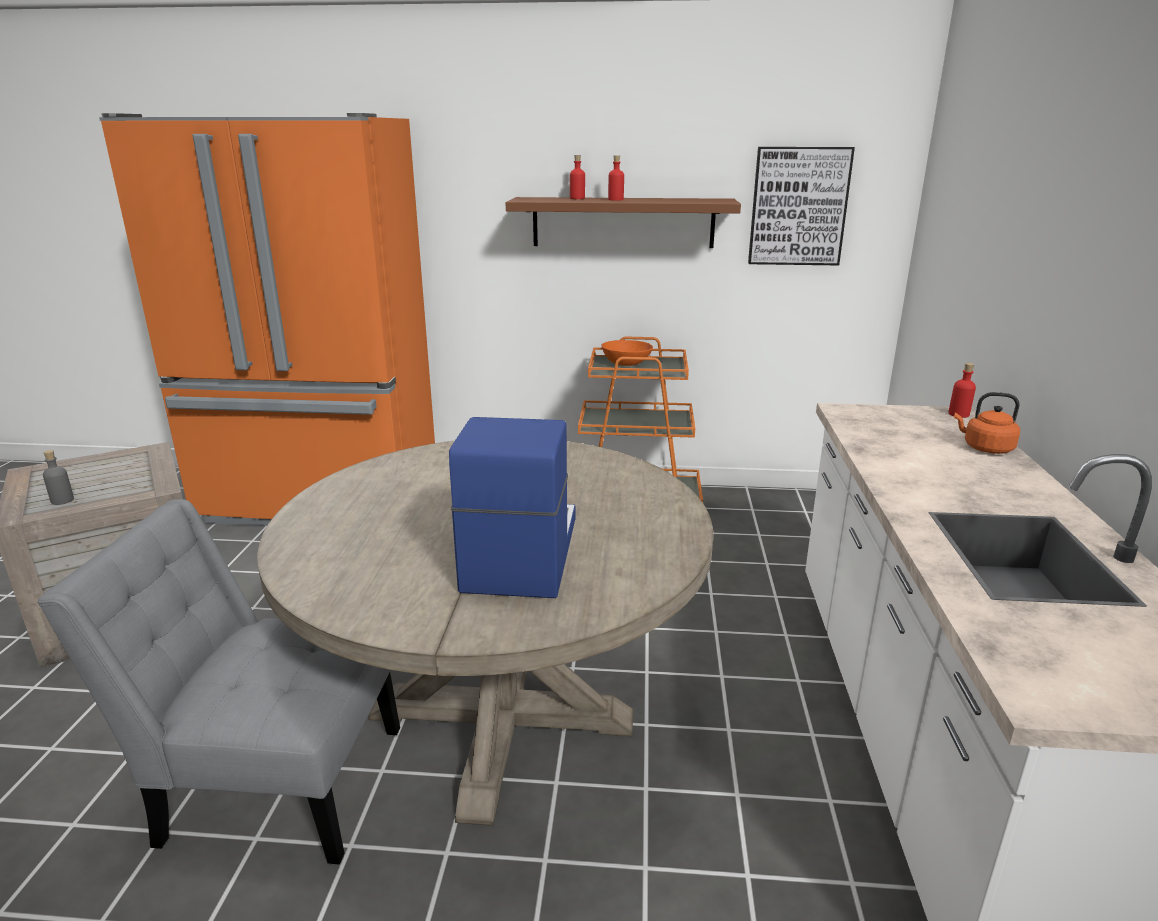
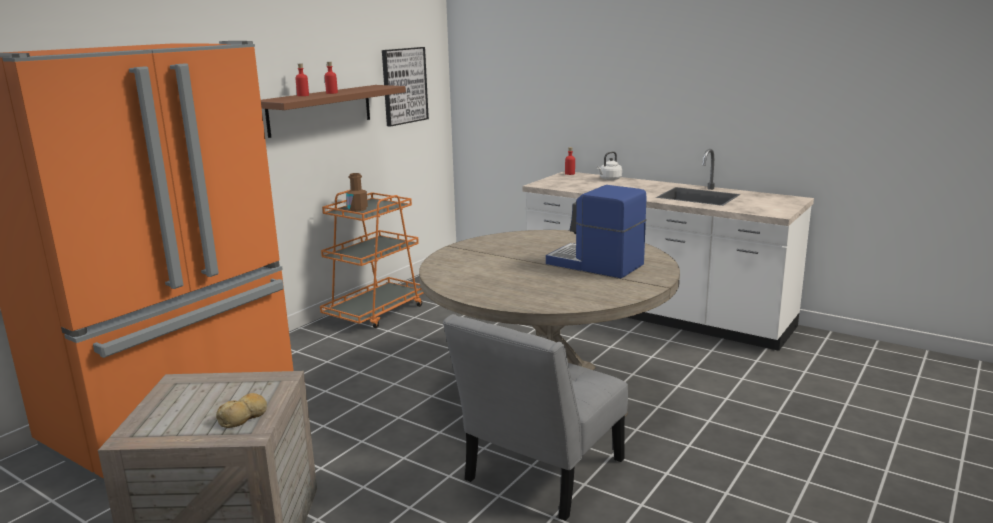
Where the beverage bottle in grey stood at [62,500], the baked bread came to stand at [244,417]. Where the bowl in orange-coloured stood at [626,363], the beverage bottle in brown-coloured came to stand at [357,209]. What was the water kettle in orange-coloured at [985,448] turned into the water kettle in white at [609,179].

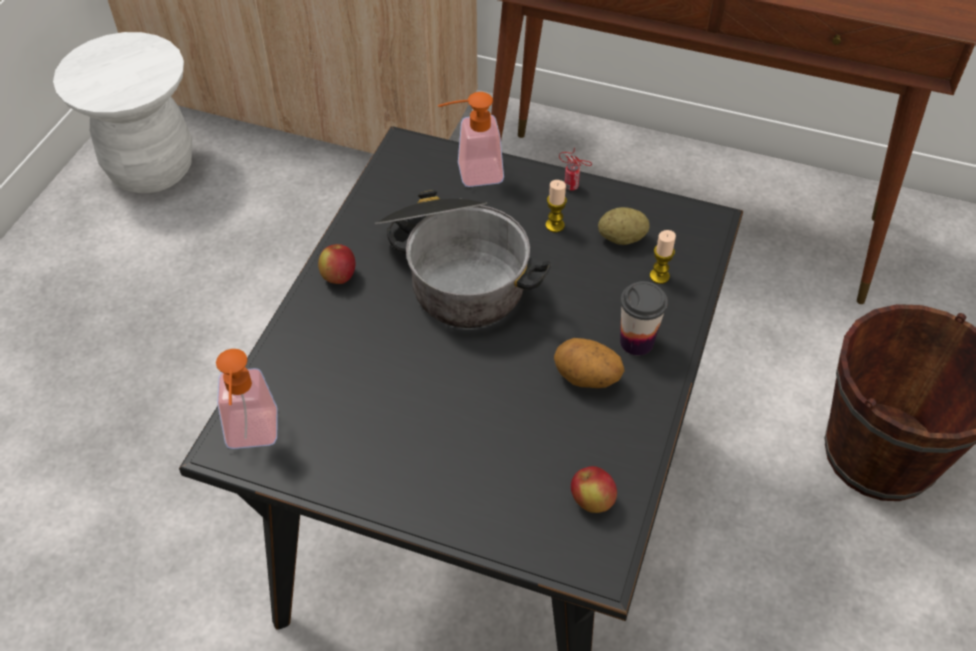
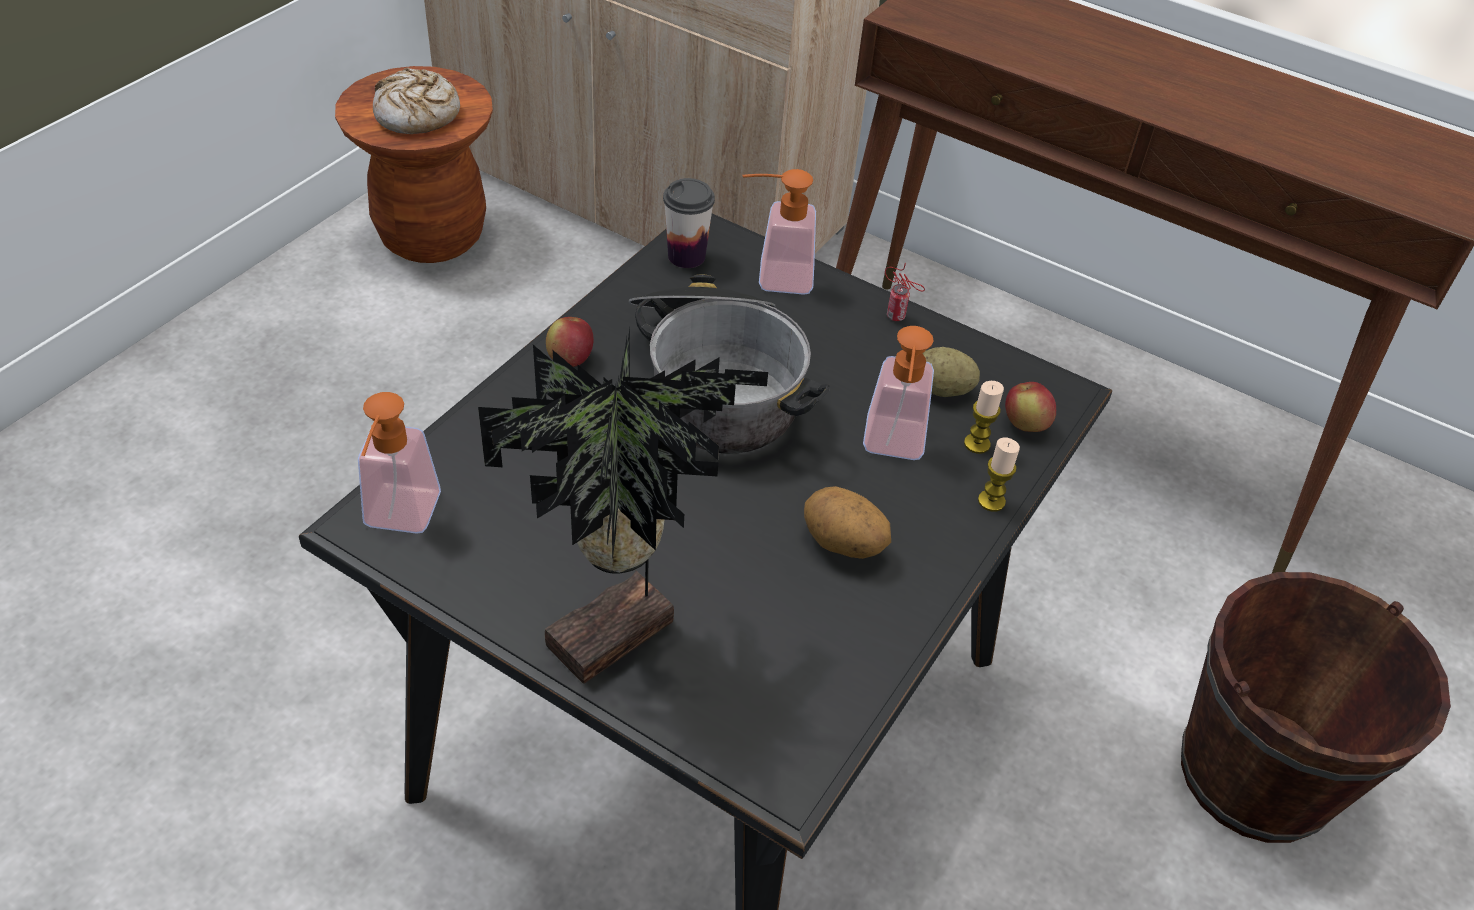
What was the sitting stool in white at [151,168] turned into the sitting stool in brown-coloured at [431,236]. The candle ended up elsewhere, having gone from [555,225] to [991,501]. The whole apple ended up elsewhere, having gone from [592,501] to [1025,425]. The drinking cup ended up elsewhere, having gone from [636,342] to [686,256]. The second view gained the baked bread at [417,114]. The second view gained the potted plant at [618,638]. The second view gained the soap bottle at [893,448].

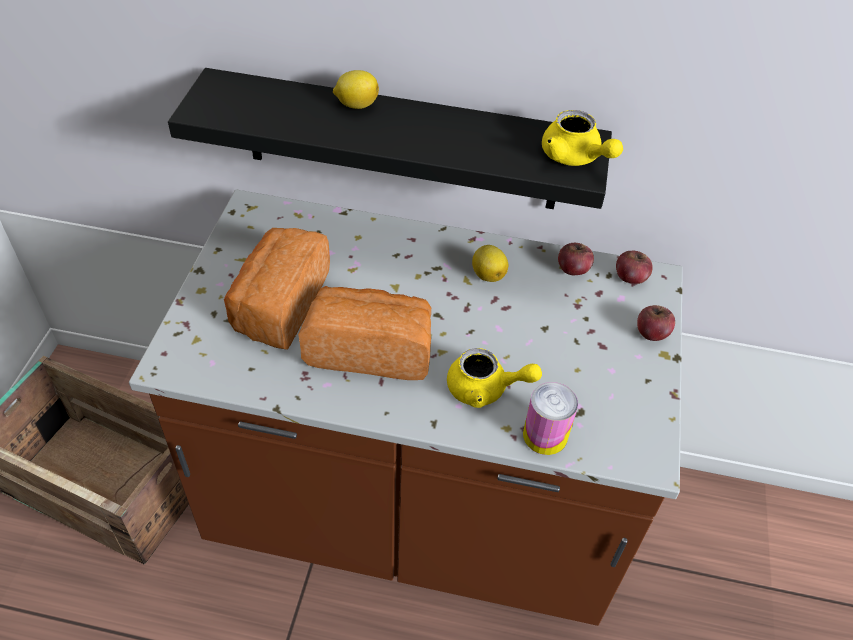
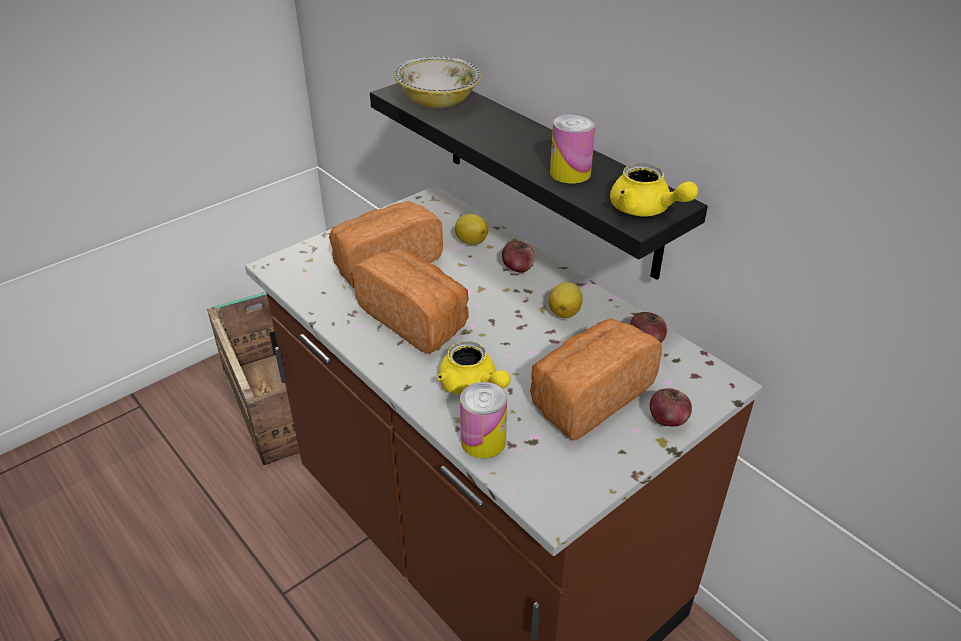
The lemon ended up elsewhere, having gone from [356,104] to [470,241]. The teapot in yellowish at [575,157] ended up facing another way, 45 degrees counterclockwise from before. The whole apple ended up elsewhere, having gone from [630,277] to [518,268]. The second view gained the bowl at [438,101]. The second view gained the baked bread at [588,396]. The second view gained the metal can at [570,173].

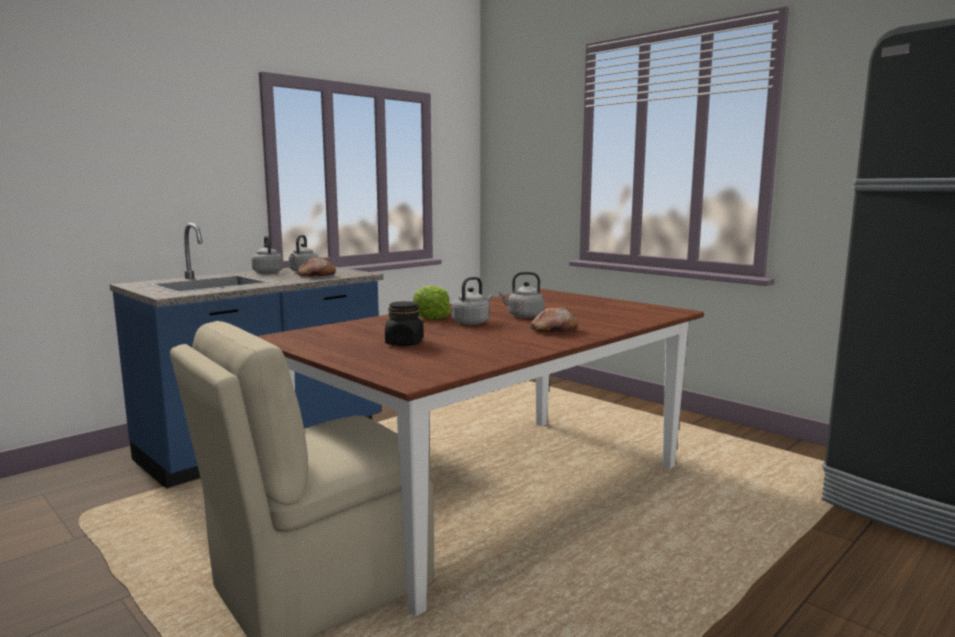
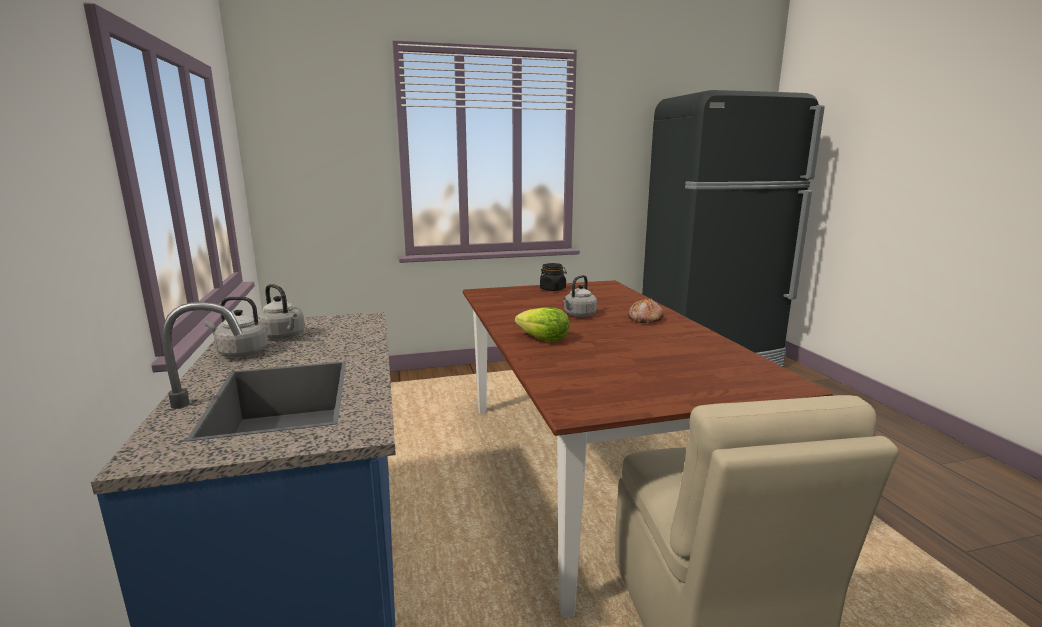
The second view lost the baked bread at [316,276]. The jar in black-coloured ended up elsewhere, having gone from [404,343] to [553,289]. The second view lost the water kettle in grey at [472,323].

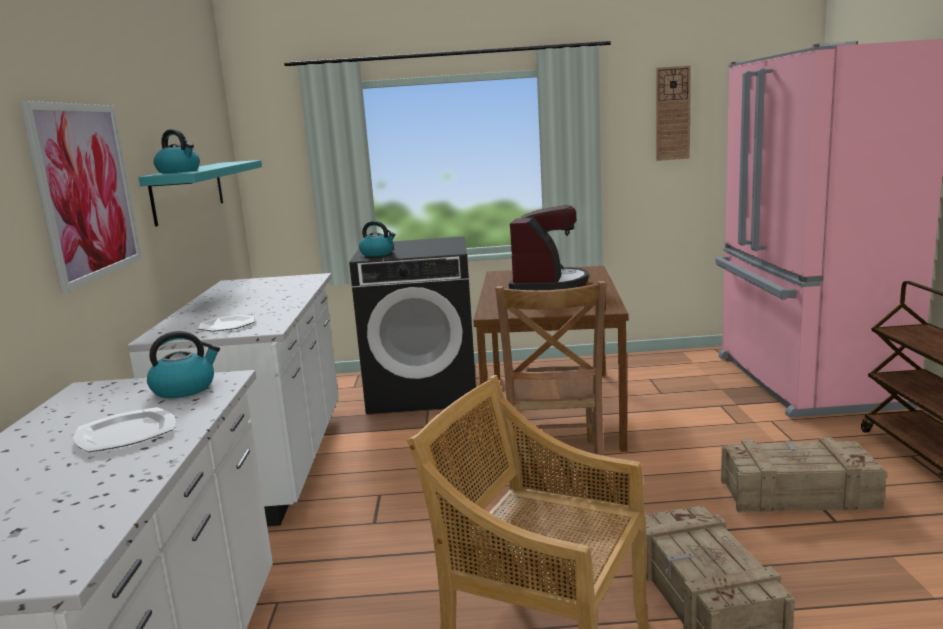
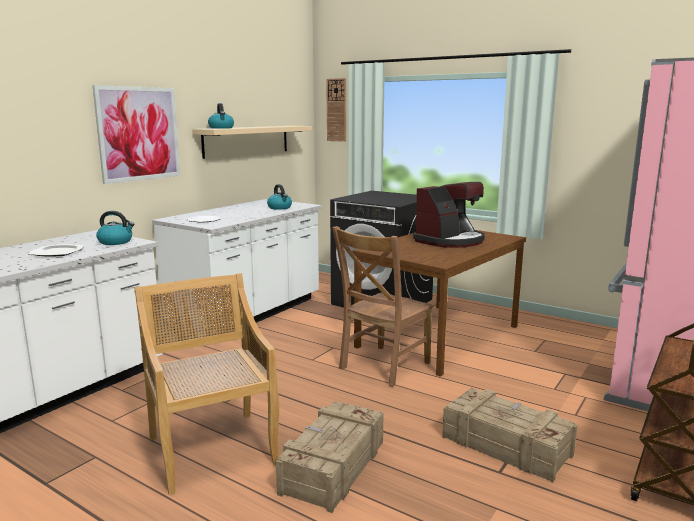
What was the wall shelf in blue-green at [189,191] turned into the wall shelf in beige-coloured at [247,140]. The water kettle ended up elsewhere, having gone from [378,253] to [280,208]. The hanging clock ended up elsewhere, having gone from [672,113] to [336,110].

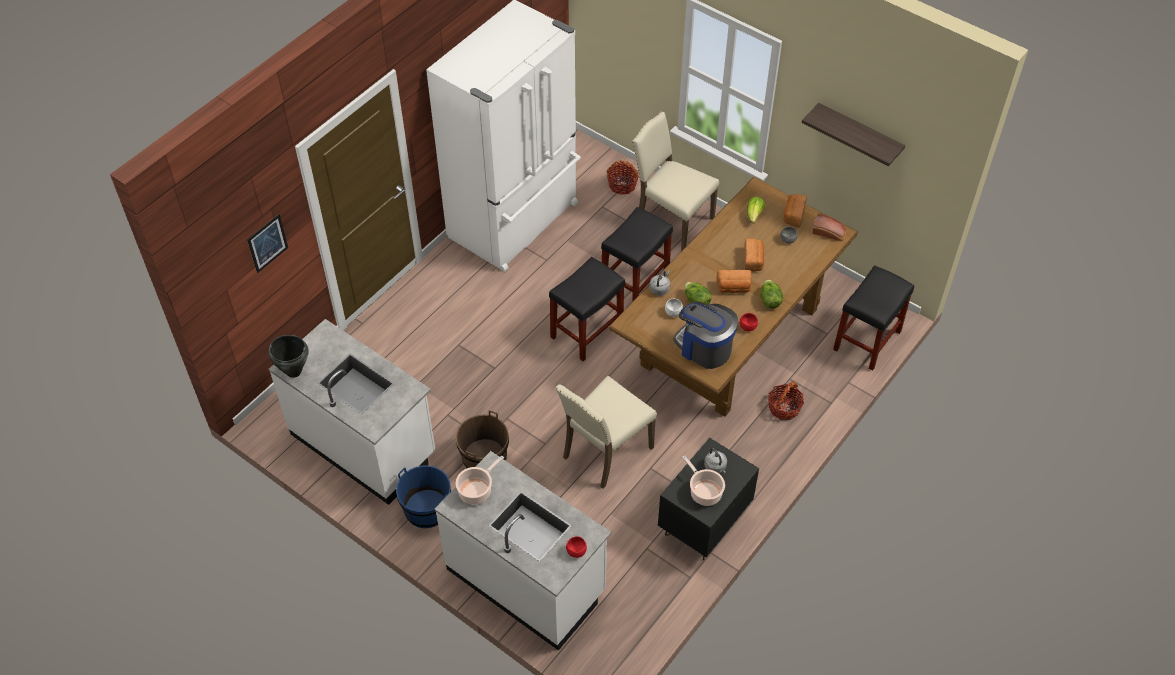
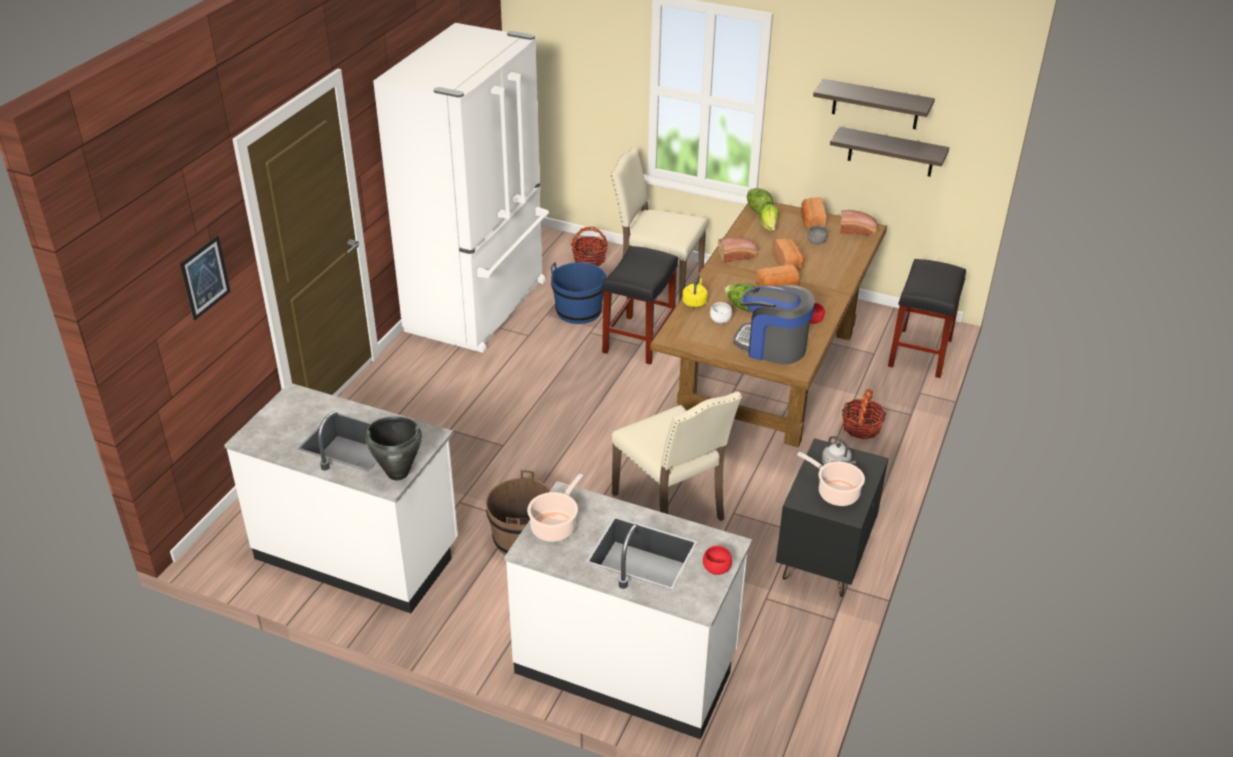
The cooking pot in black-coloured ended up elsewhere, having gone from [293,371] to [397,473]. The water bucket in blue ended up elsewhere, having gone from [427,509] to [578,311]. The second view lost the sitting stool in black-coloured at [587,331]. The chair in beige-coloured at [605,452] ended up facing another way, 60 degrees counterclockwise from before. What was the water kettle in grey at [660,288] turned into the water kettle in yellowish at [694,302]. The lettuce head ended up elsewhere, having gone from [769,300] to [757,210]. The second view gained the baked bread at [738,256]. The second view gained the wall shelf at [891,152].

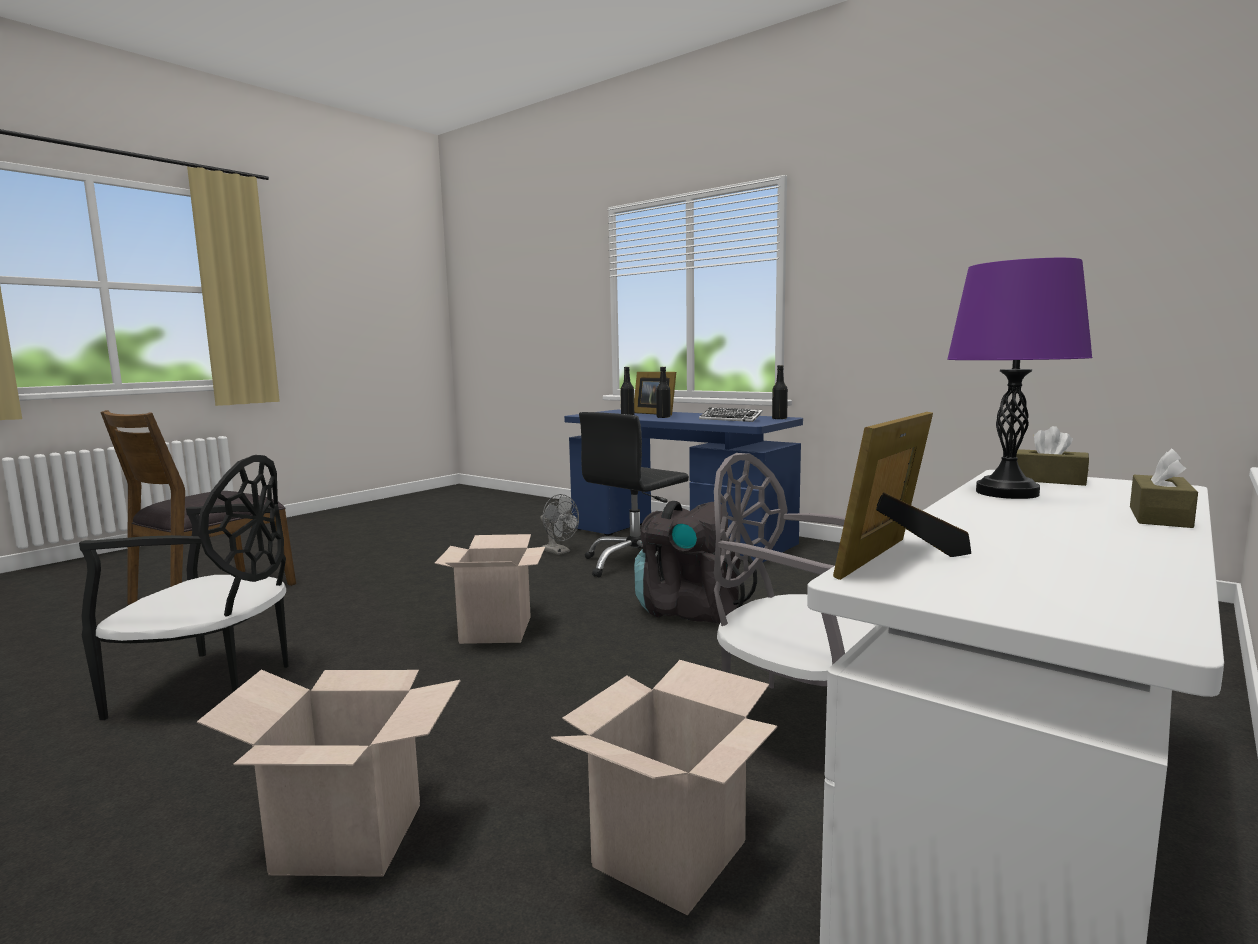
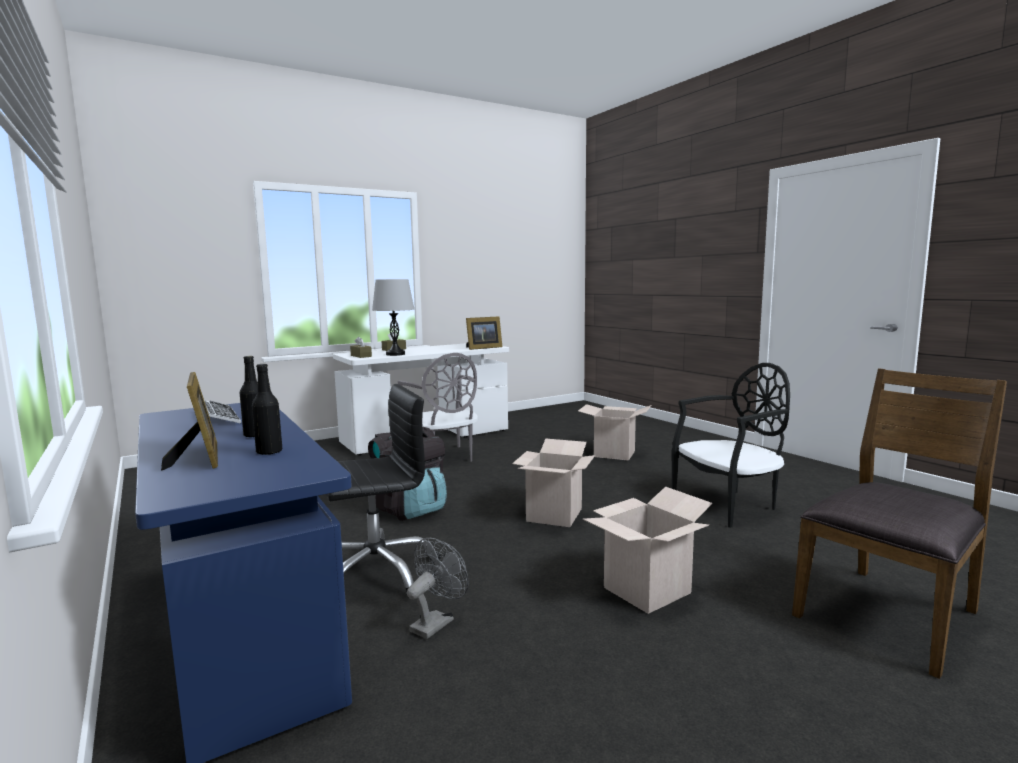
The chair in black-coloured at [212,685] ended up facing another way, 135 degrees clockwise from before. The electric fan in grey at [559,552] ended up facing another way, 60 degrees clockwise from before. The packing box ended up elsewhere, having gone from [670,854] to [646,590]. The second view lost the beverage bottle in black-coloured at [779,419]. What was the table lamp in purplish at [1007,493] turned into the table lamp in grey at [395,354].

